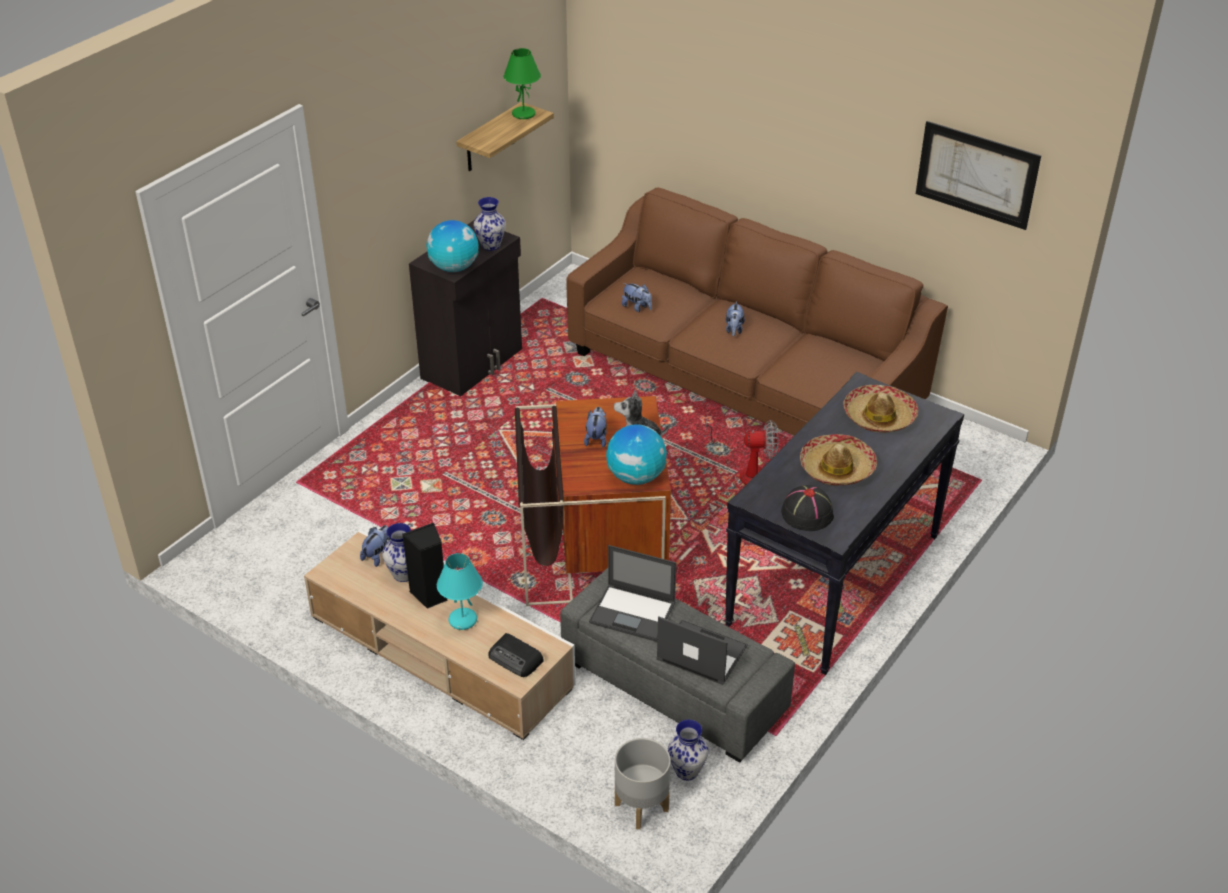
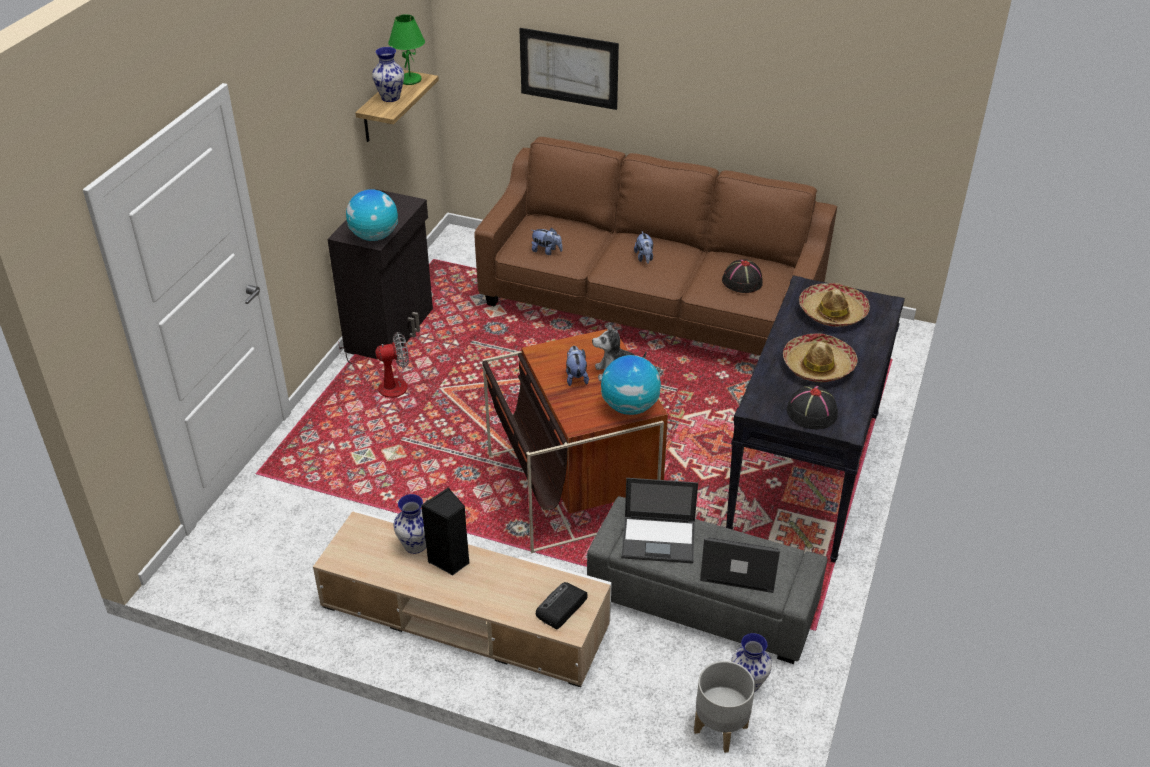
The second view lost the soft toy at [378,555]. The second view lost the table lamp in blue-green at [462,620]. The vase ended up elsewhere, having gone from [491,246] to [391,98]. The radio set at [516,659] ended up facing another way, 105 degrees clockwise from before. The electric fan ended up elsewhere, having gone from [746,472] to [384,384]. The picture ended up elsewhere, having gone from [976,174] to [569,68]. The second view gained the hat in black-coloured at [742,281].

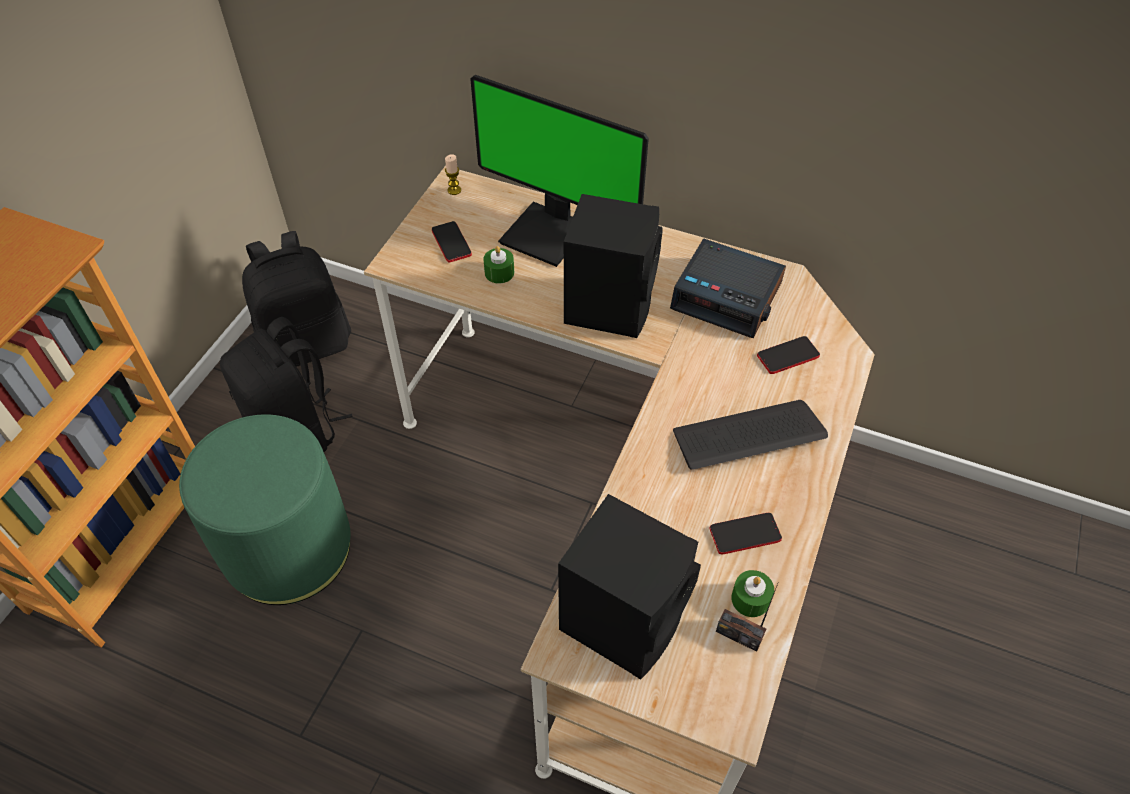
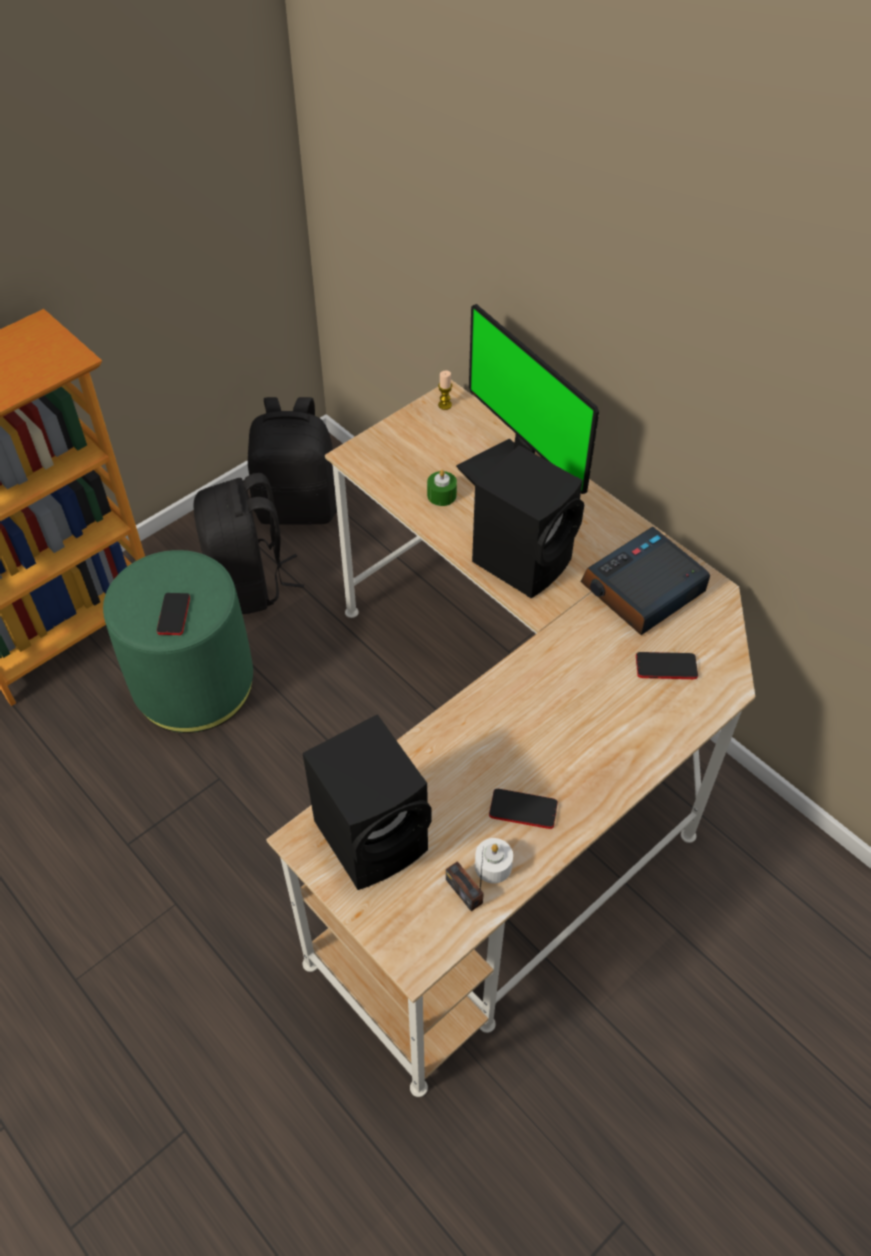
The handset ended up elsewhere, having gone from [451,243] to [173,614]. The table clock at [727,296] ended up facing another way, 90 degrees clockwise from before. The second view lost the keyboard at [748,436]. What was the candle in greenish at [750,599] turned into the candle in white at [493,866].

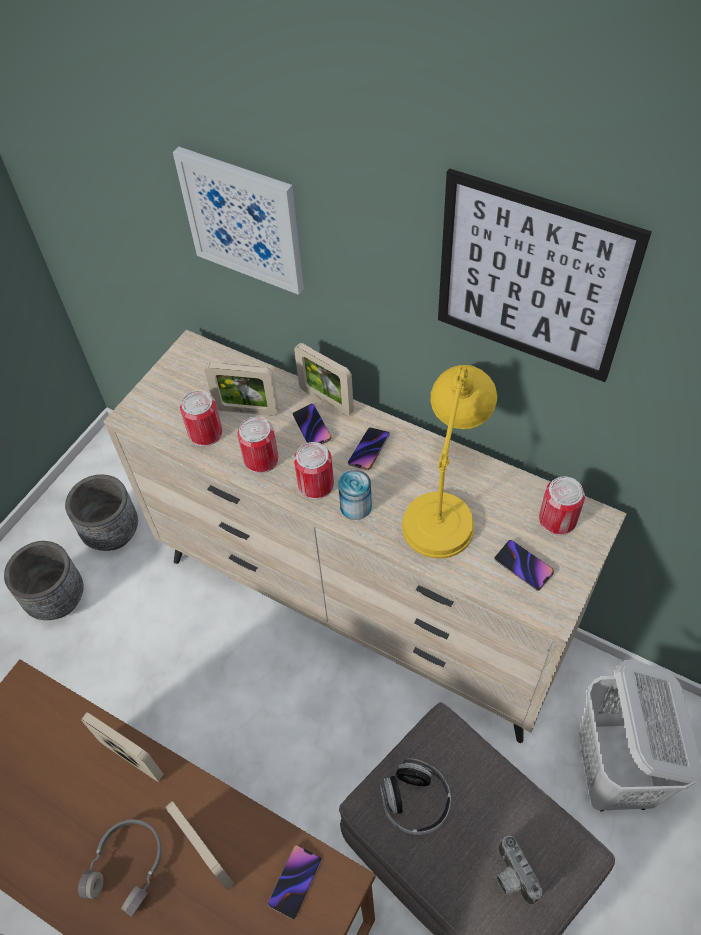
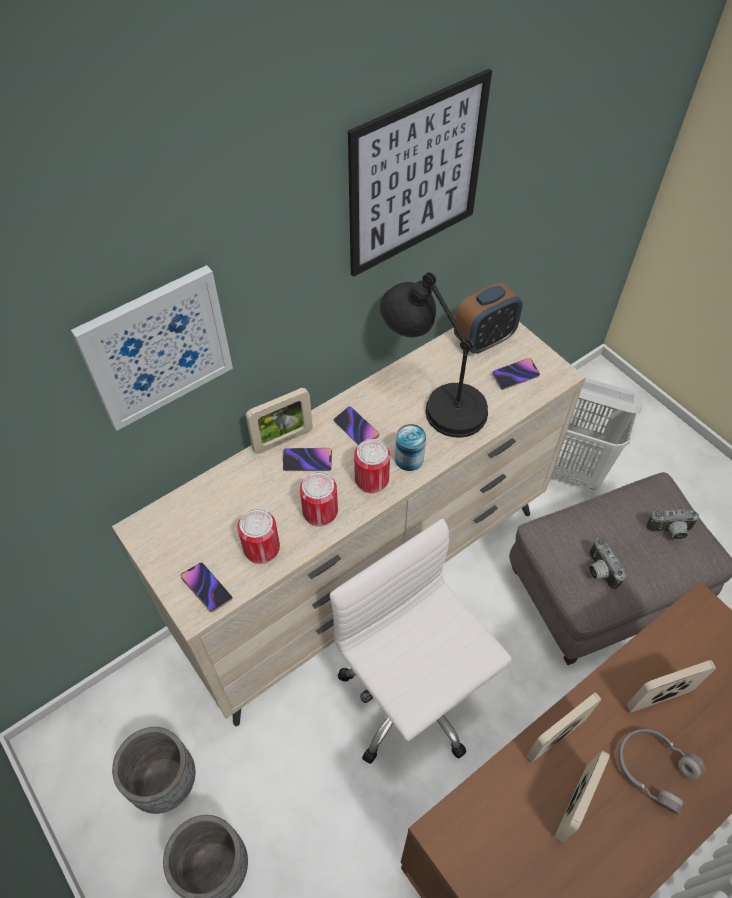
The standing frame ended up elsewhere, having gone from [247,410] to [573,804]. The handset ended up elsewhere, having gone from [295,882] to [206,588]. Where the headset stood at [415,802], the still camera came to stand at [598,571]. What was the table lamp in yellowish at [445,499] turned into the table lamp in black-coloured at [433,397]. Where the metal can stood at [557,520], the table clock came to stand at [484,340]. The second view gained the computer chair in white at [414,697].

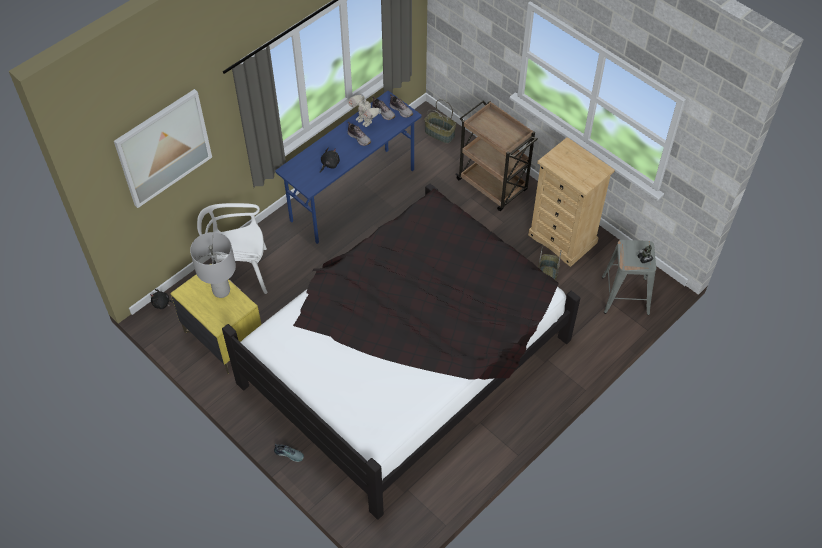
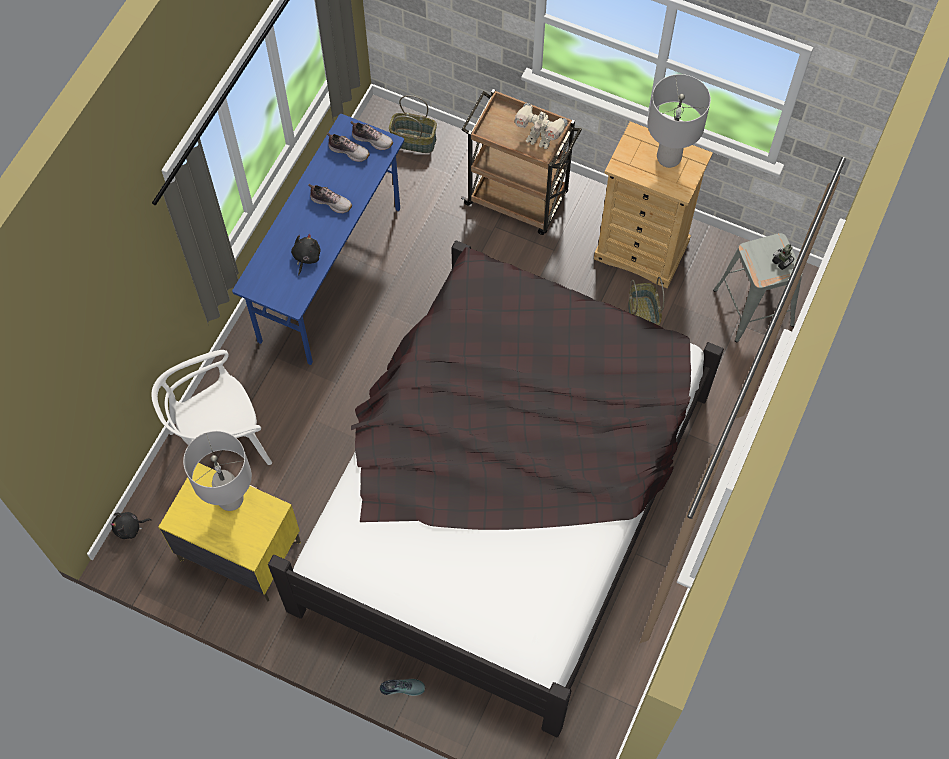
The second view lost the picture at [163,148]. The model robot ended up elsewhere, having gone from [365,121] to [539,139]. The second view gained the table lamp in grey at [669,157].

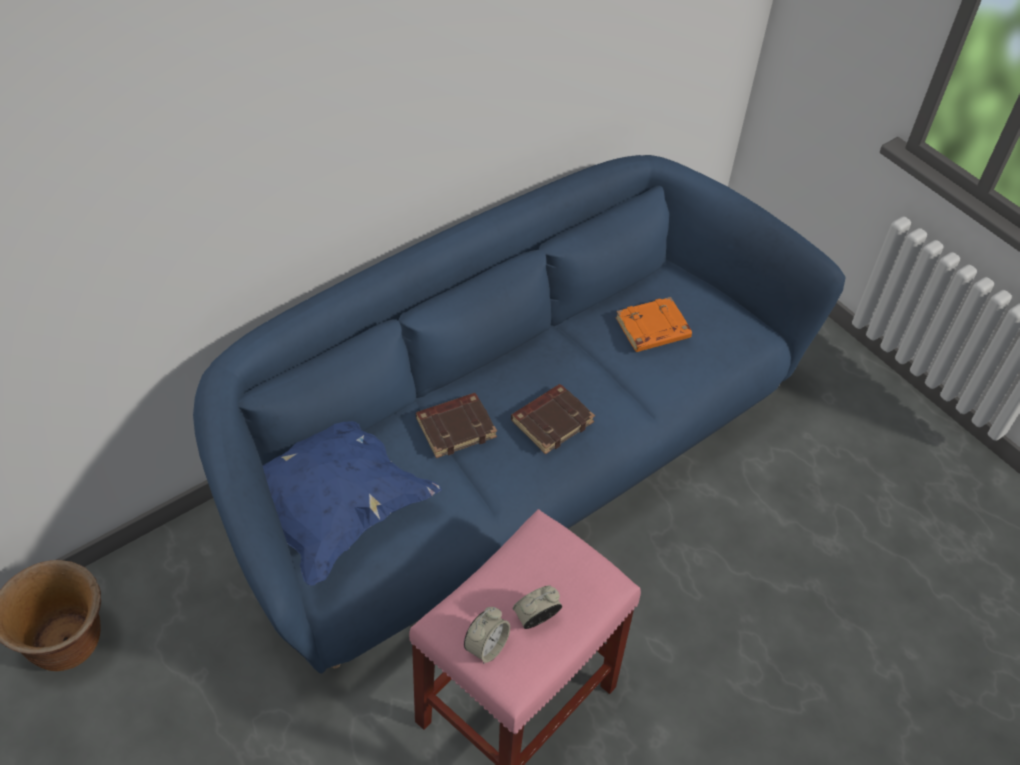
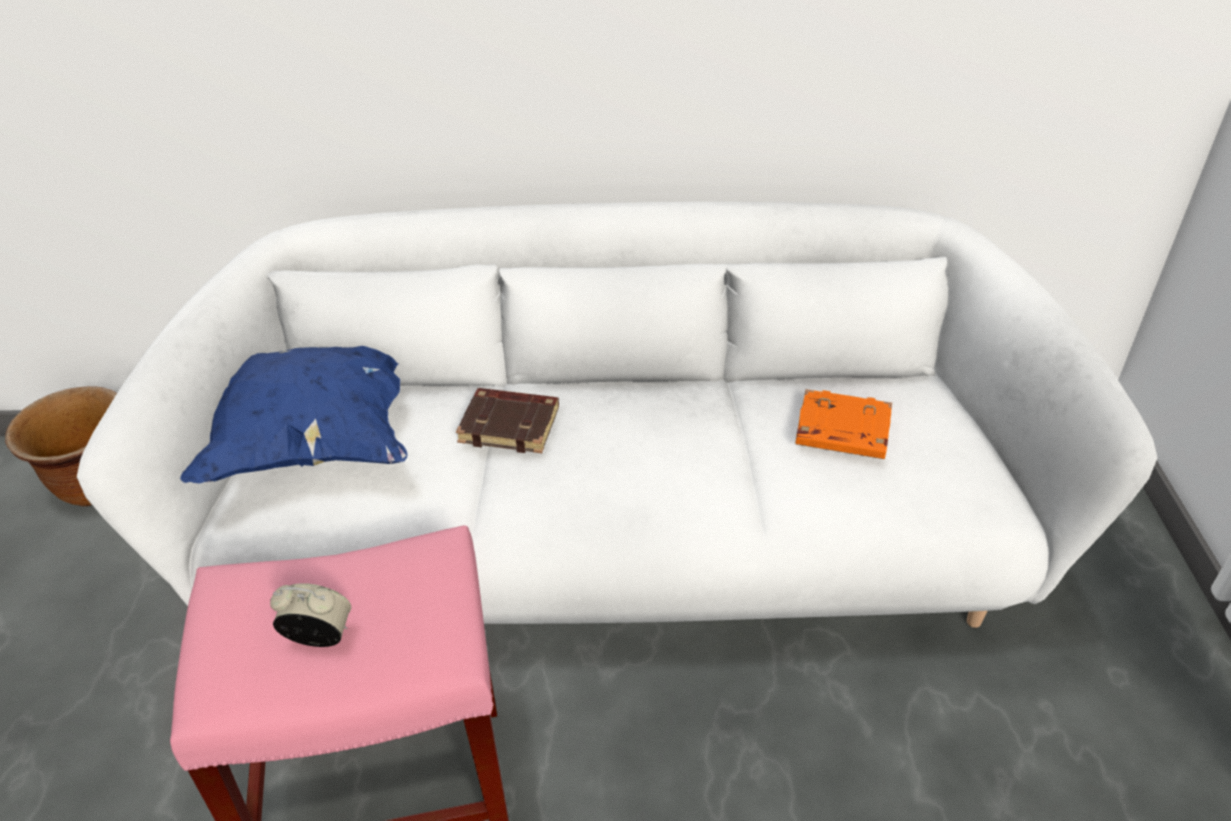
What was the sofa in blue at [506,466] turned into the sofa in white at [618,541]. The second view lost the table clock at [486,647]. The second view lost the volume in brown-coloured at [552,421].

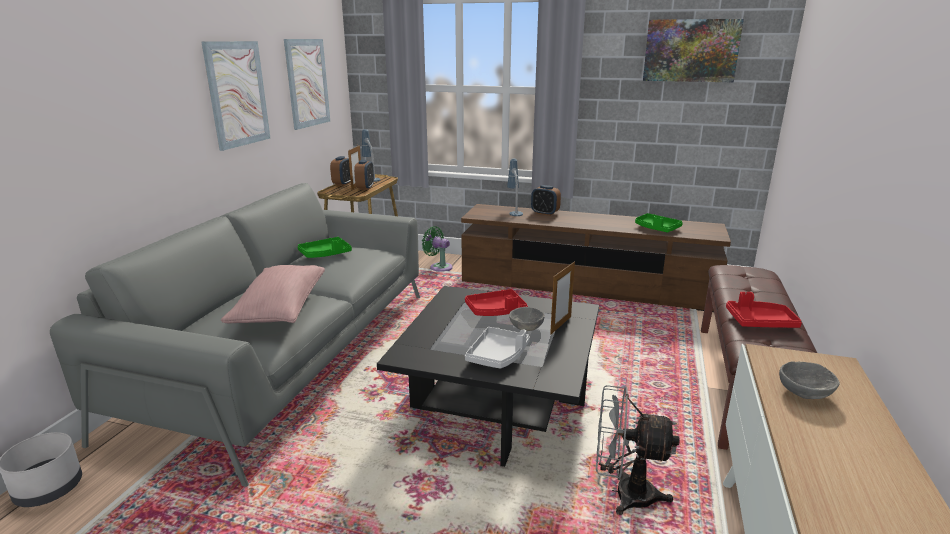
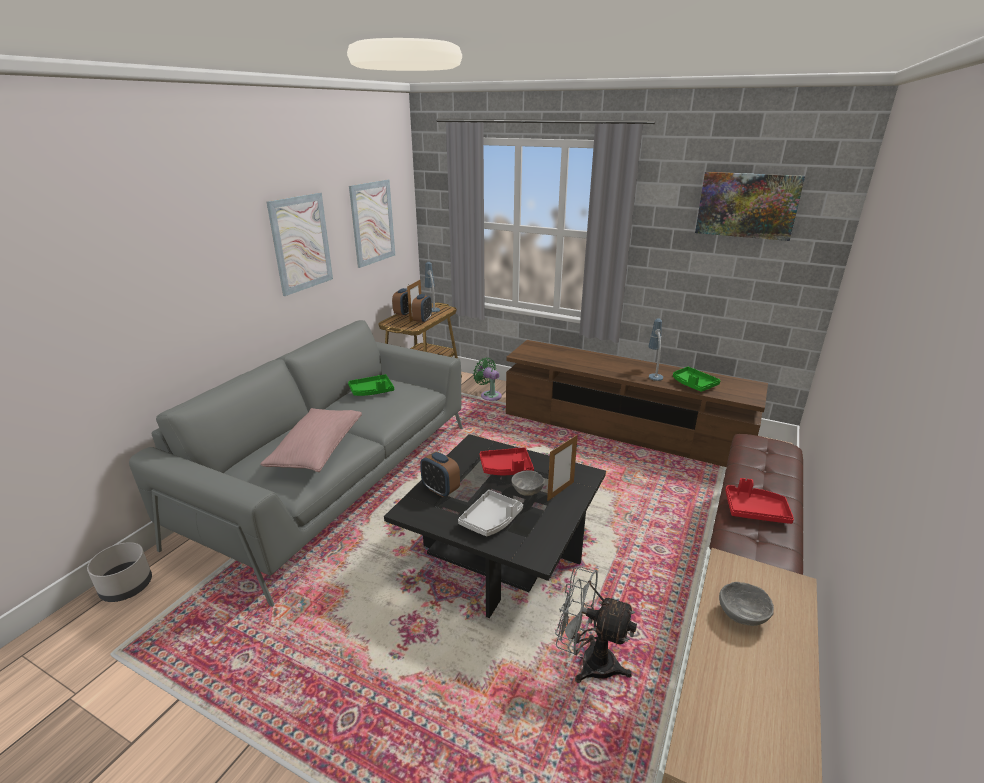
The table lamp ended up elsewhere, having gone from [514,211] to [653,373]. The table clock ended up elsewhere, having gone from [545,213] to [440,490].

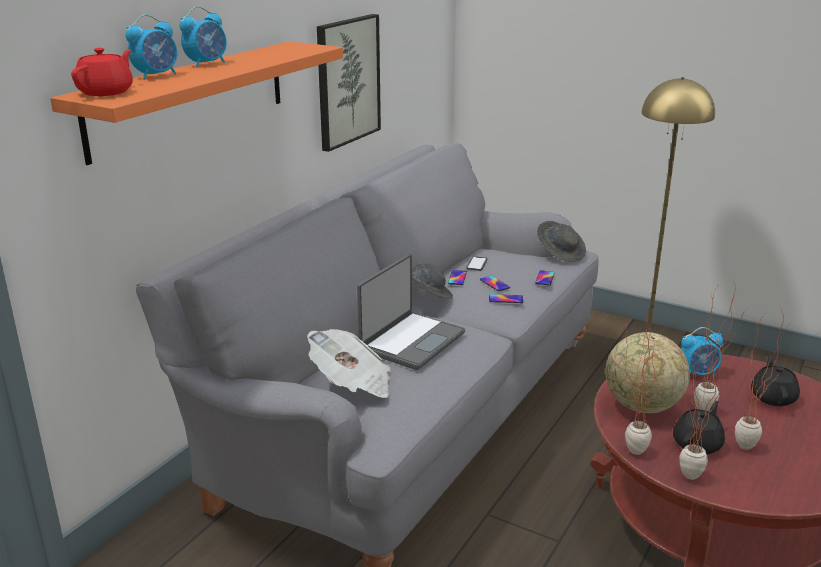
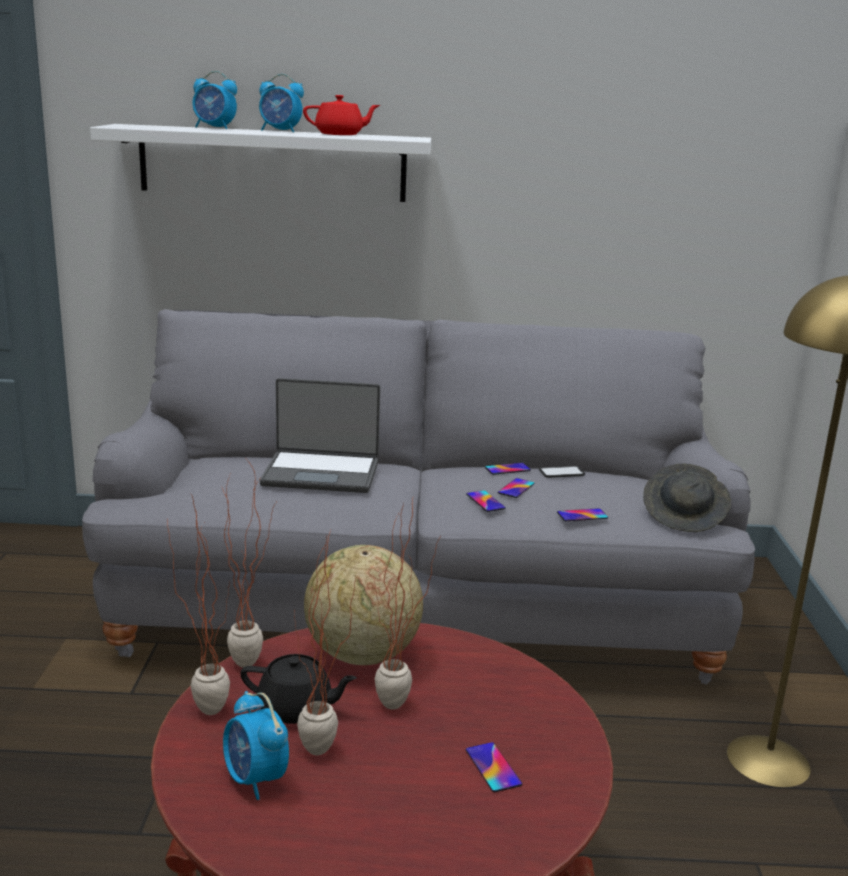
What was the wall shelf in orange-coloured at [190,98] turned into the wall shelf in white at [273,163]. The teapot in reddish ended up elsewhere, having gone from [107,92] to [340,134]. The second view lost the newspaper at [352,383]. The second view lost the picture at [347,81]. The second view lost the hat in grey at [425,295]. The table clock ended up elsewhere, having gone from [698,373] to [255,779]. Where the teapot in black-coloured stood at [773,397], the handset came to stand at [493,767].

